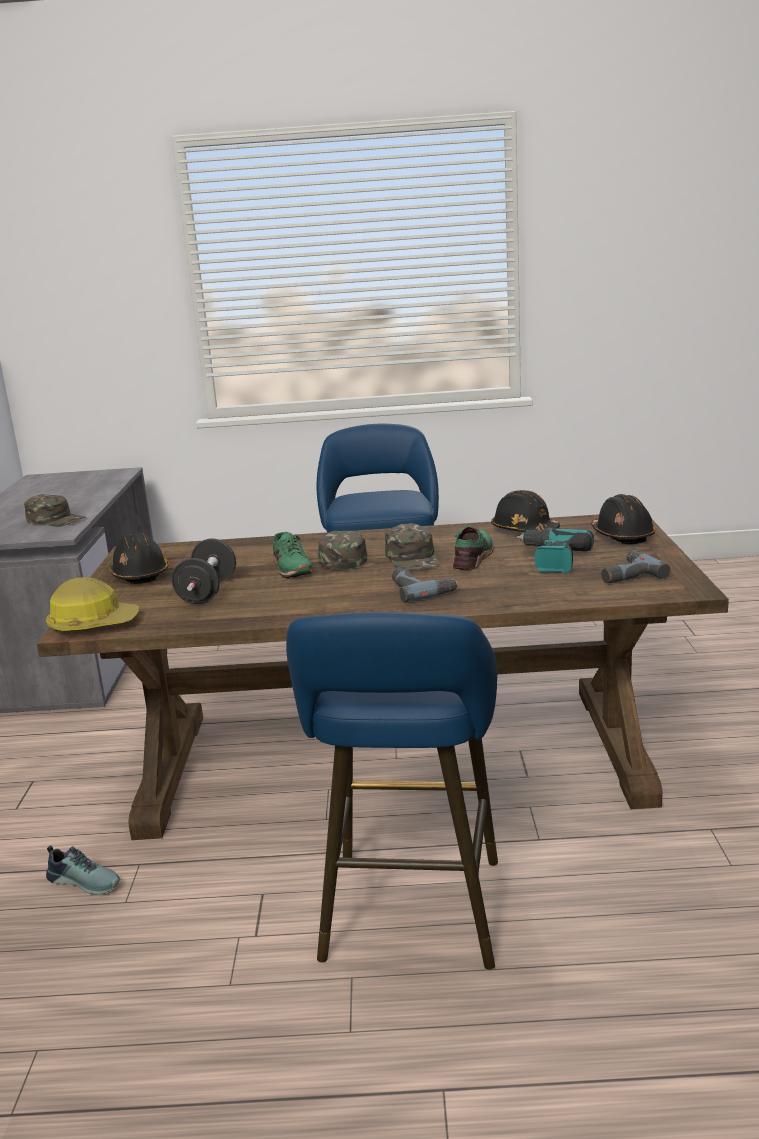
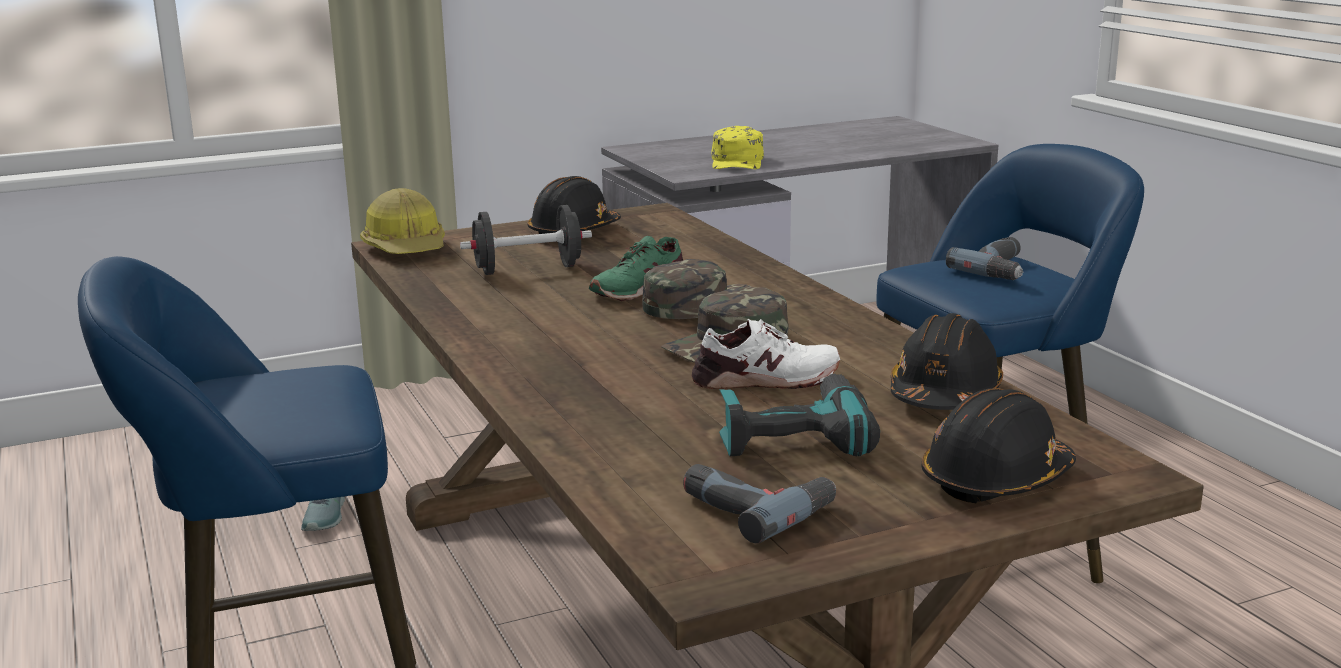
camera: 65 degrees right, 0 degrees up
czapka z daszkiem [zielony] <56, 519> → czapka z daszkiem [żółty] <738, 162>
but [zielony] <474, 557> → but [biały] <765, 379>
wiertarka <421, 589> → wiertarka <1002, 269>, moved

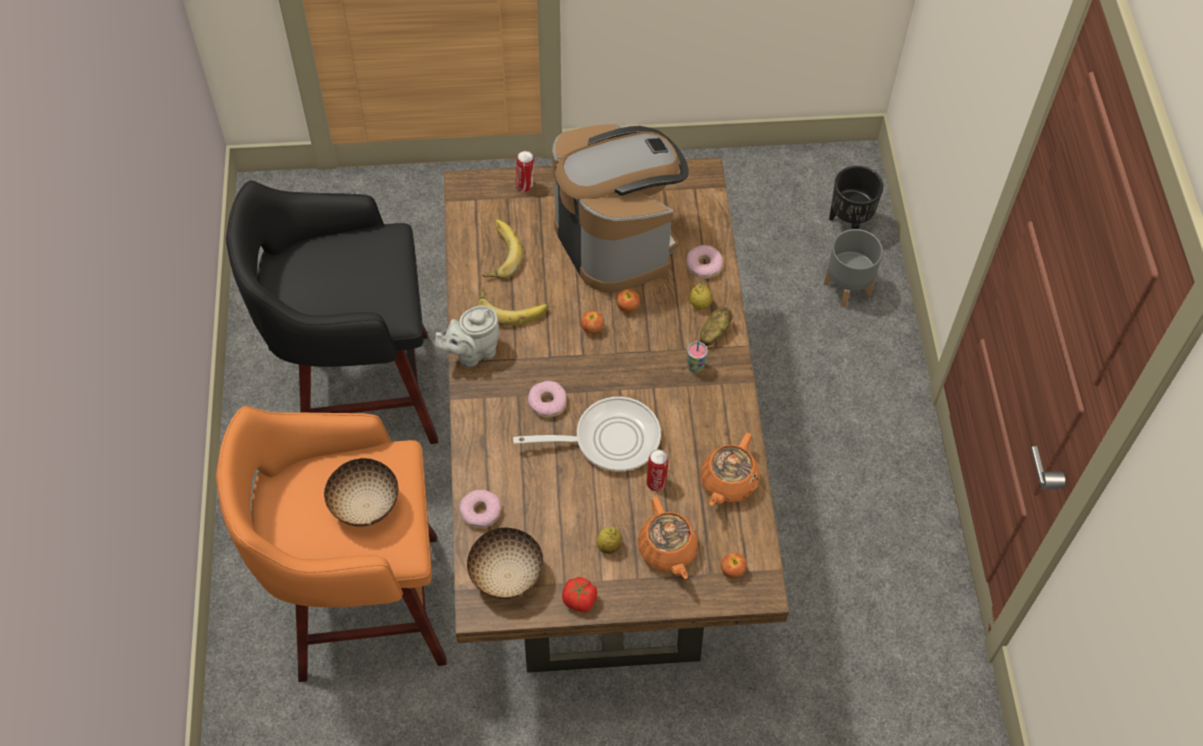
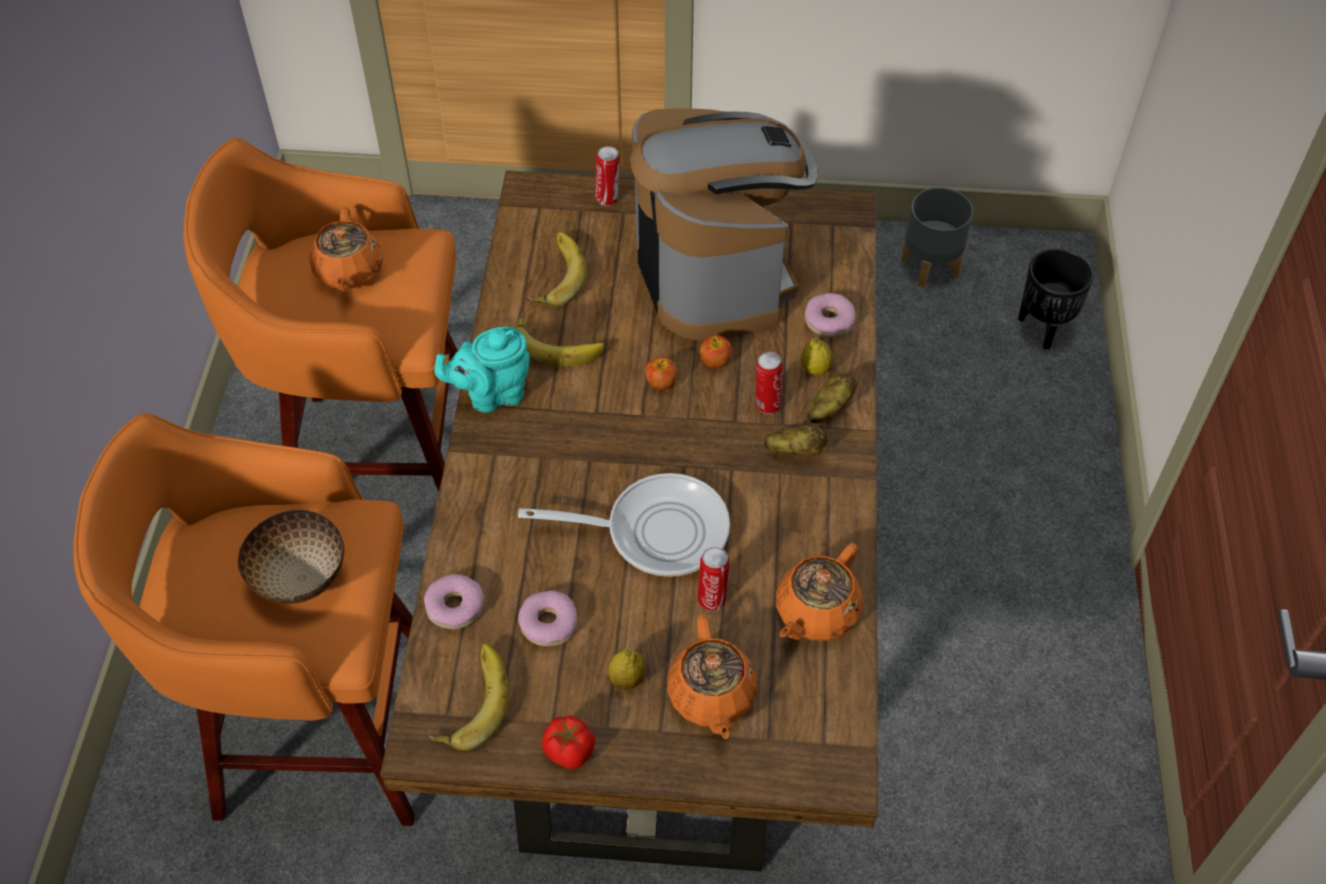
camera: 10 degrees right, 5 degrees down
stołek [czarny] <359, 394> → stołek [pomarańczowy] <377, 461>
donica [szary] <848, 288> → donica [szary] <930, 267>, moved
imbryk [szary] <472, 352> → imbryk [turkusowy] <492, 394>
filiżanka <695, 367> → ziemniak <795, 450>
donut <547, 402> → donut <549, 623>, moved
miska <505, 576> → banan <470, 701>
jabłko <732, 570> → -
- → imbryk [pomarańczowy] <349, 272>
- → puszka <767, 404>

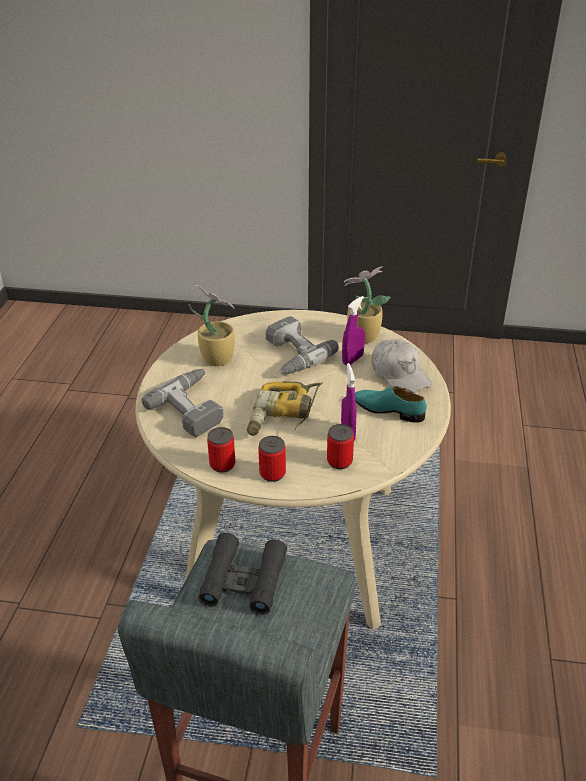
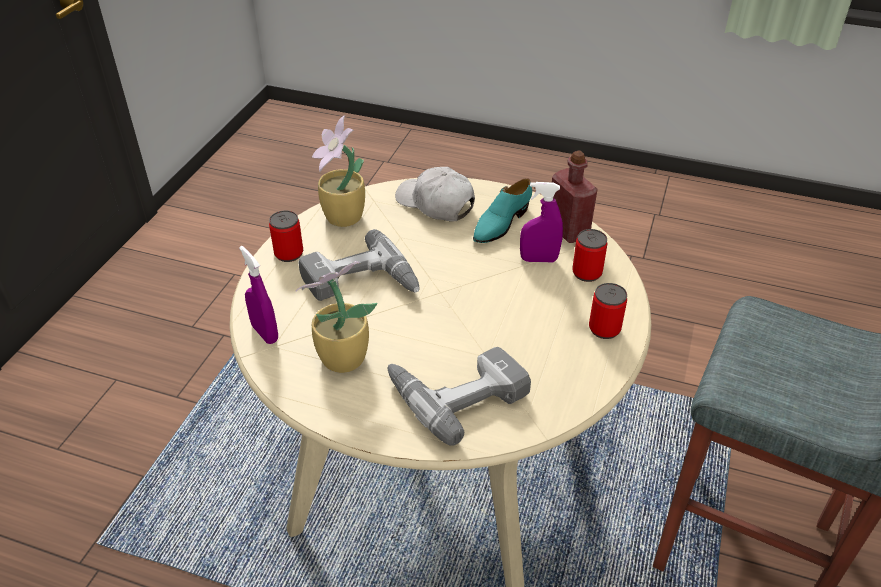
camera: 80 degrees left, 5 degrees up
spryskiwacz [fioletowy] <352, 360> → spryskiwacz [fioletowy] <265, 333>, moved
czapka z daszkiem [biały] <400, 374> → czapka z daszkiem [biały] <435, 203>, 120 degrees counterclockwise
wiertarka <284, 416> → -
puszka <222, 464> → puszka <289, 253>, moved
lornetka [czarny] <243, 580> → -
- → butelka [czerwony] <568, 230>

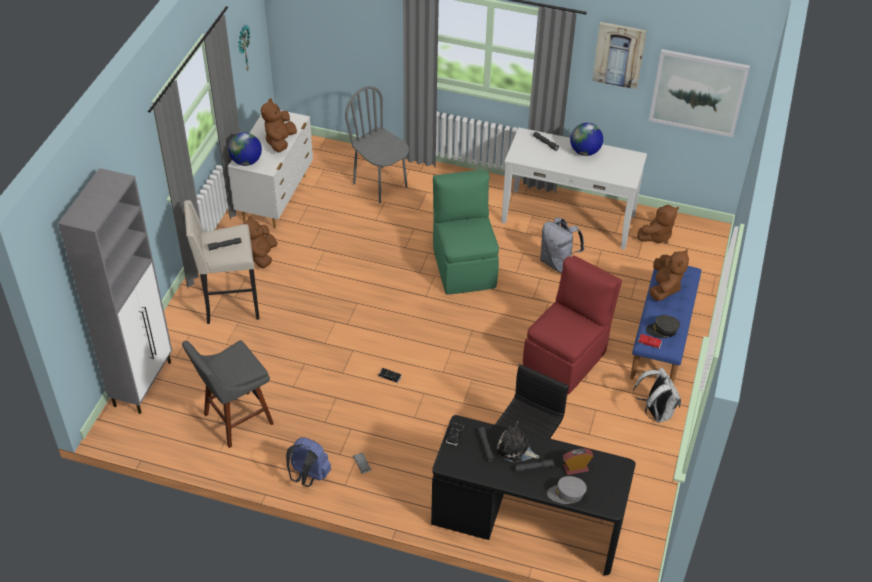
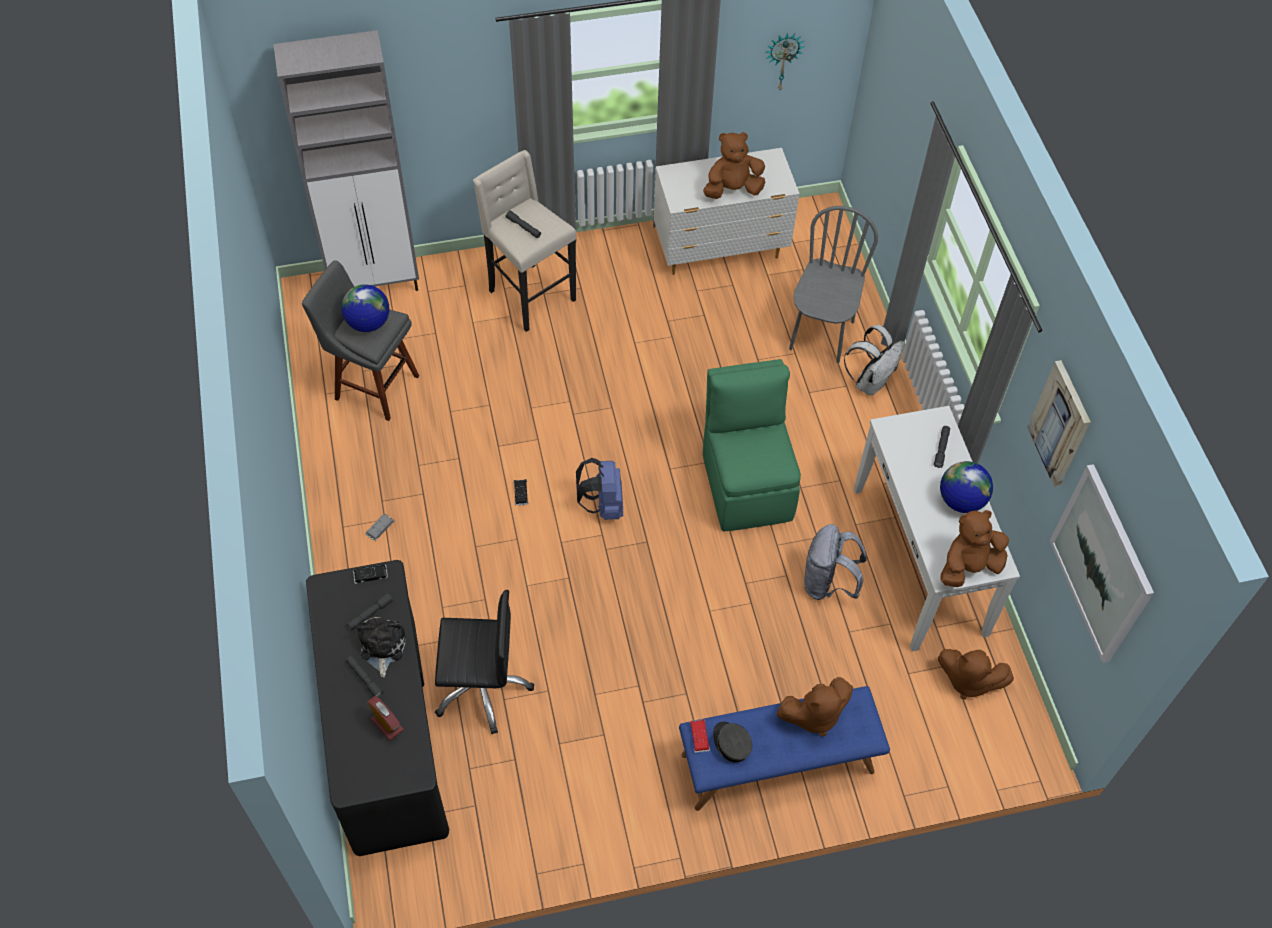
camera: 60 degrees right, 10 degrees up
globus <246, 161> → globus <368, 323>, moved
krzesło [zielony] <464, 266> → krzesło [zielony] <746, 484>, 60 degrees counterclockwise
pluszak [brązowy] <262, 256> → pluszak [brązowy] <968, 567>, moved
krzesło [czerwony] <566, 359> → -
plecak [biały] <655, 412> → plecak [biały] <870, 382>, moved
plecak [niebieski] <308, 476> → plecak [niebieski] <603, 505>, moved
czapka z daszkiem [szary] <566, 494> → -

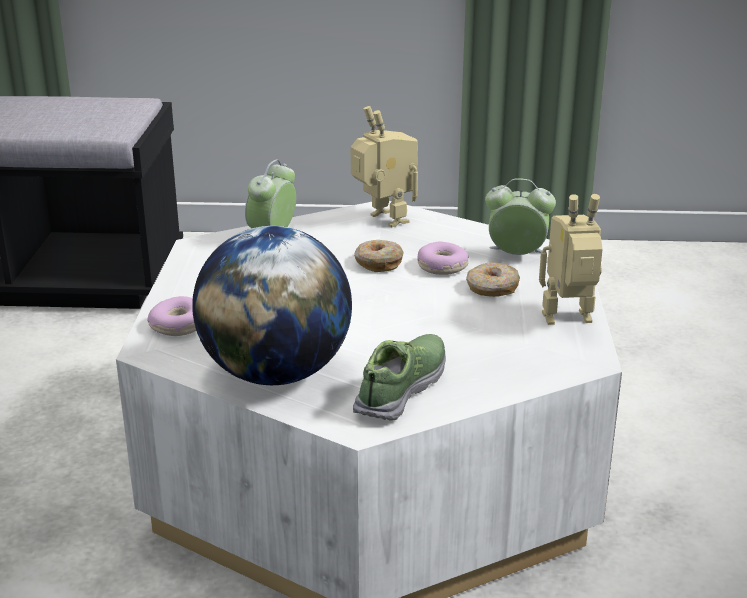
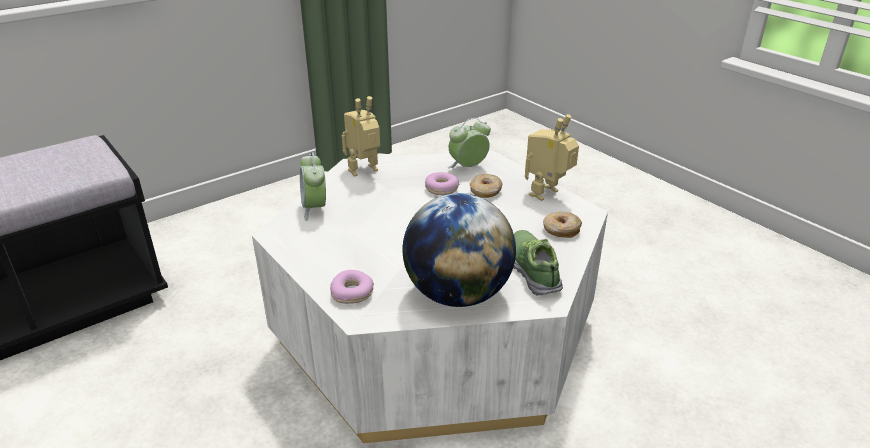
camera: 40 degrees left, 5 degrees up
robot zabawkowy <383, 220> → robot zabawkowy <365, 172>, 45 degrees counterclockwise
donut <378, 263> → donut <561, 230>, moved

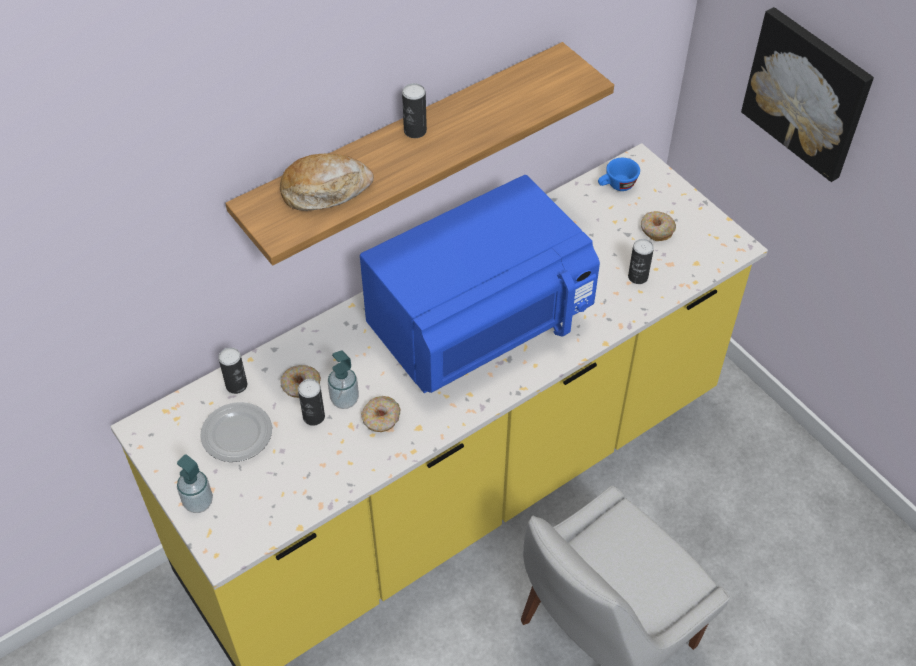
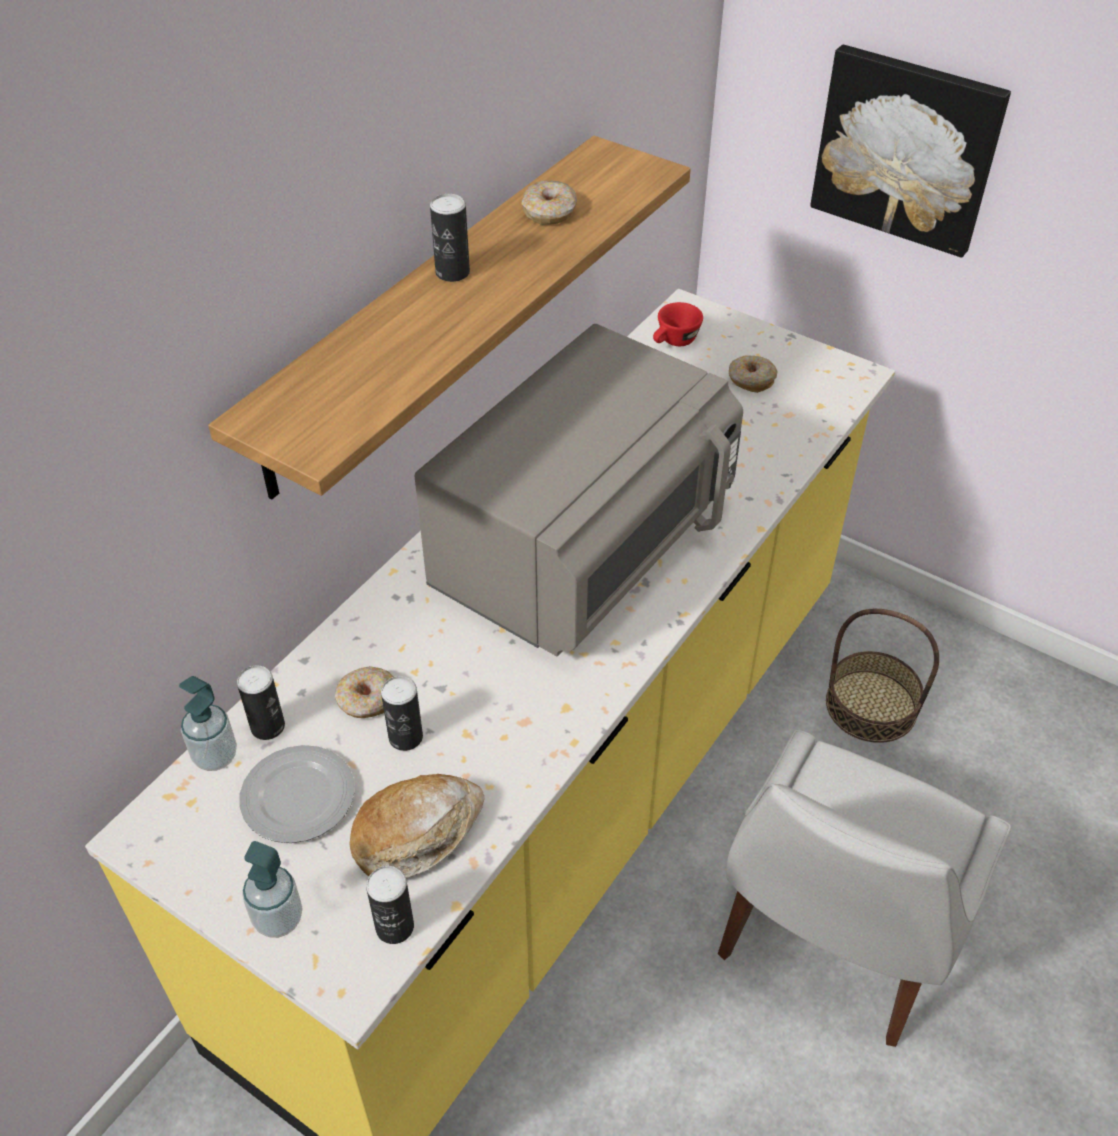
camera: 20 degrees left, 5 degrees down
chleb <325, 190> → chleb <417, 834>, moved
filiżanka [niebieski] <616, 186> → filiżanka [czerwony] <674, 342>
mikrofalówka [niebieski] <480, 326> → mikrofalówka [szary] <585, 550>
puszka <638, 277> → puszka <394, 927>, moved
dozownik mydła <344, 399> → dozownik mydła <215, 756>, moved
donut <381, 419> → donut <549, 212>, moved
- → koszyk <871, 705>

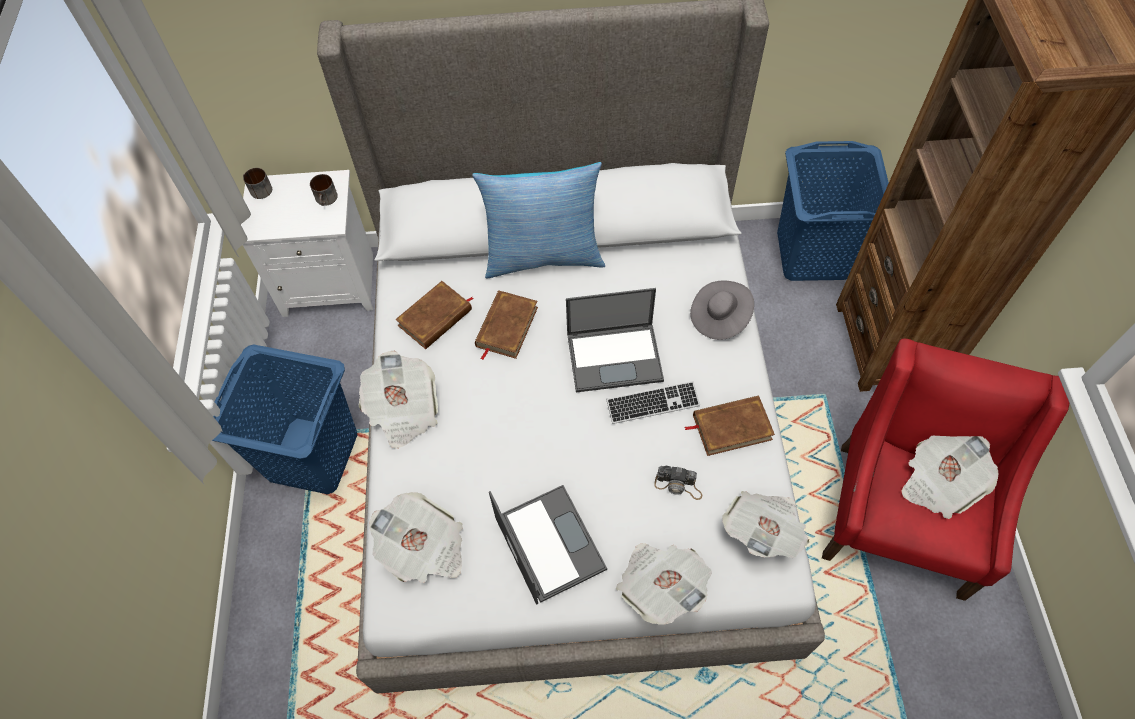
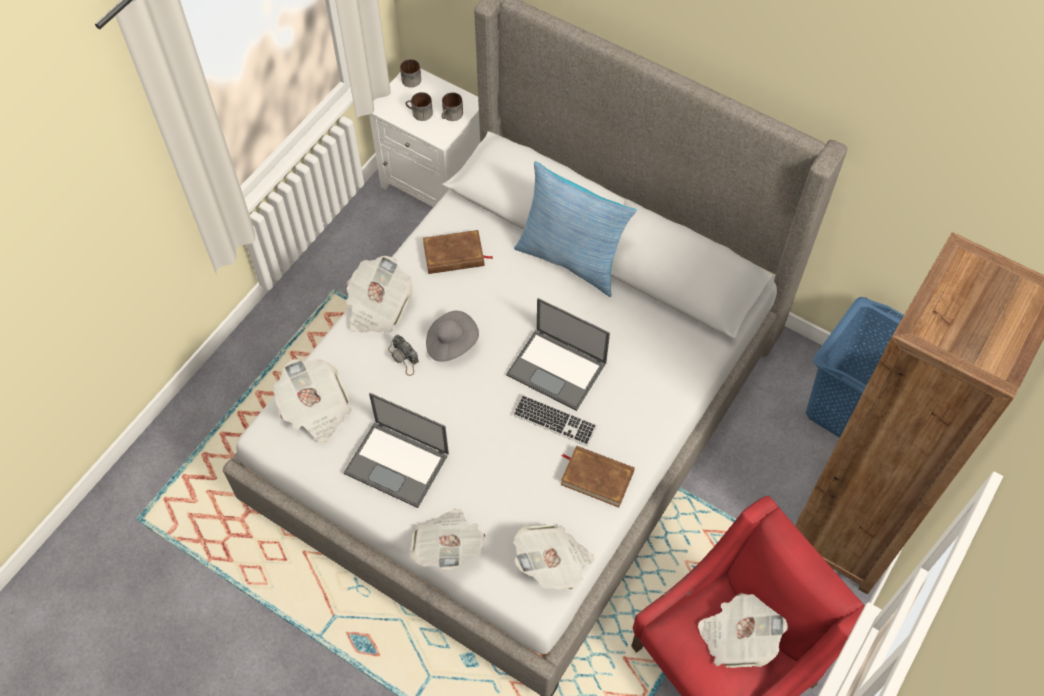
camera: 35 degrees right, 0 degrees up
kapelusz [szary] <719, 317> → kapelusz [szary] <451, 343>, moved
książka [brązowy] <506, 327> → -
kosz na pranie [niebieski] <312, 454> → -
aparat fotograficzny <678, 485> → aparat fotograficzny <404, 358>, moved
laptop <548, 542> → laptop <398, 463>, 105 degrees clockwise
- → kubek <419, 113>

